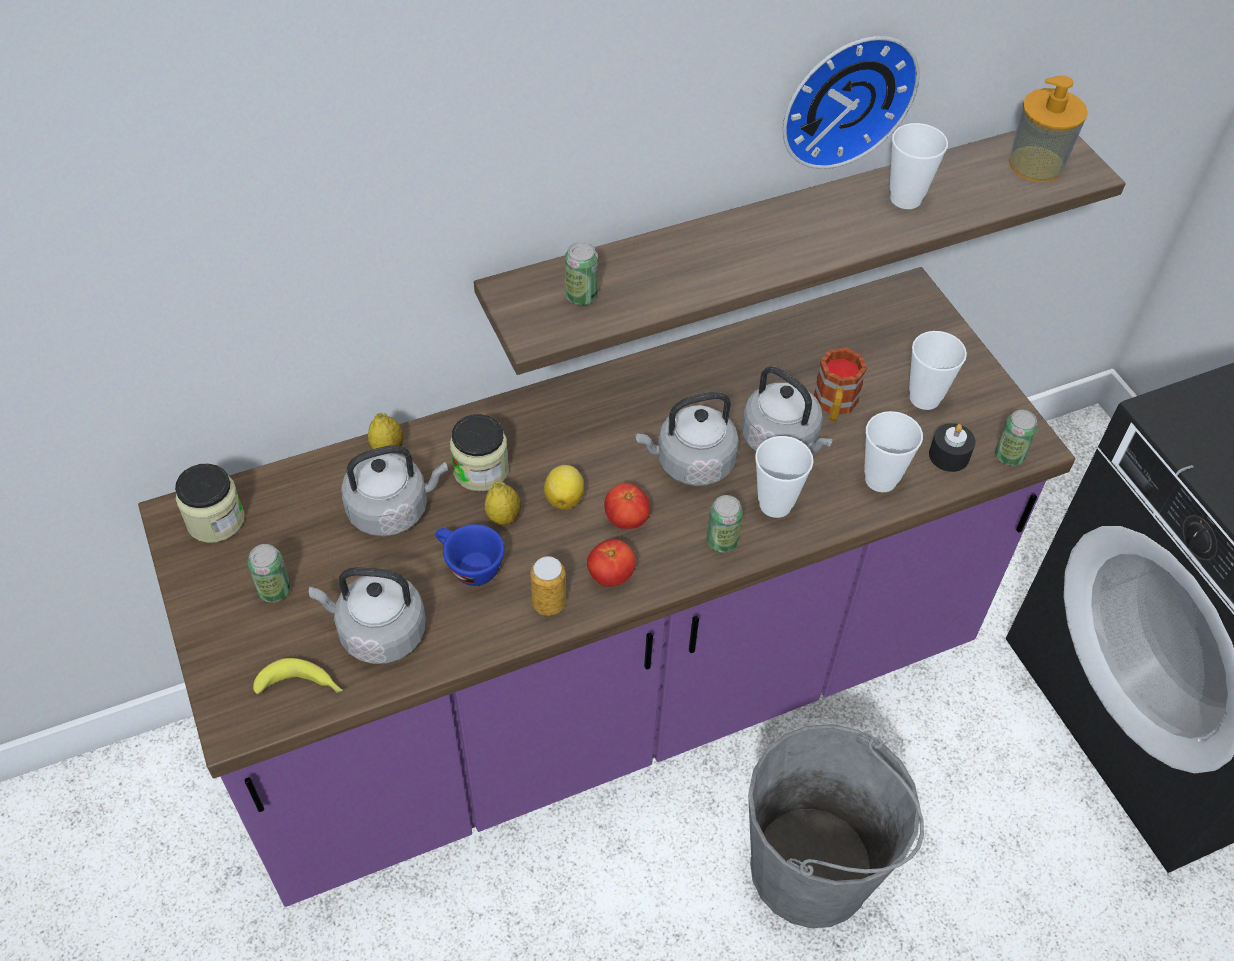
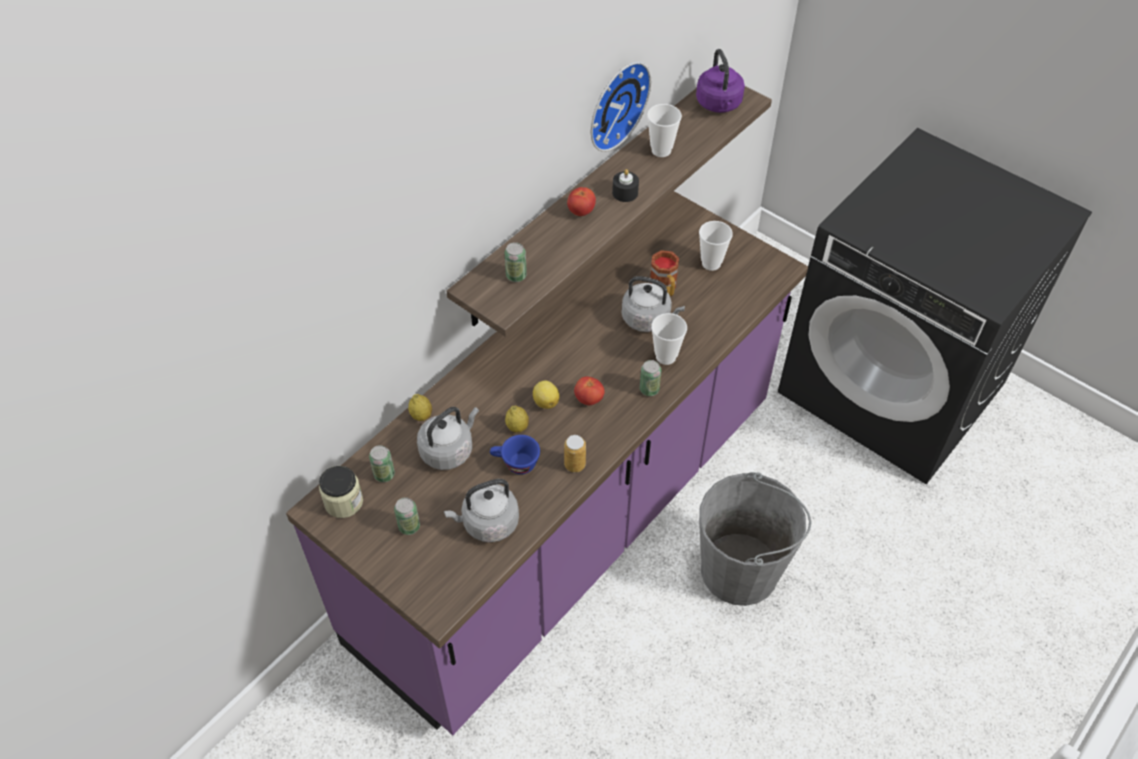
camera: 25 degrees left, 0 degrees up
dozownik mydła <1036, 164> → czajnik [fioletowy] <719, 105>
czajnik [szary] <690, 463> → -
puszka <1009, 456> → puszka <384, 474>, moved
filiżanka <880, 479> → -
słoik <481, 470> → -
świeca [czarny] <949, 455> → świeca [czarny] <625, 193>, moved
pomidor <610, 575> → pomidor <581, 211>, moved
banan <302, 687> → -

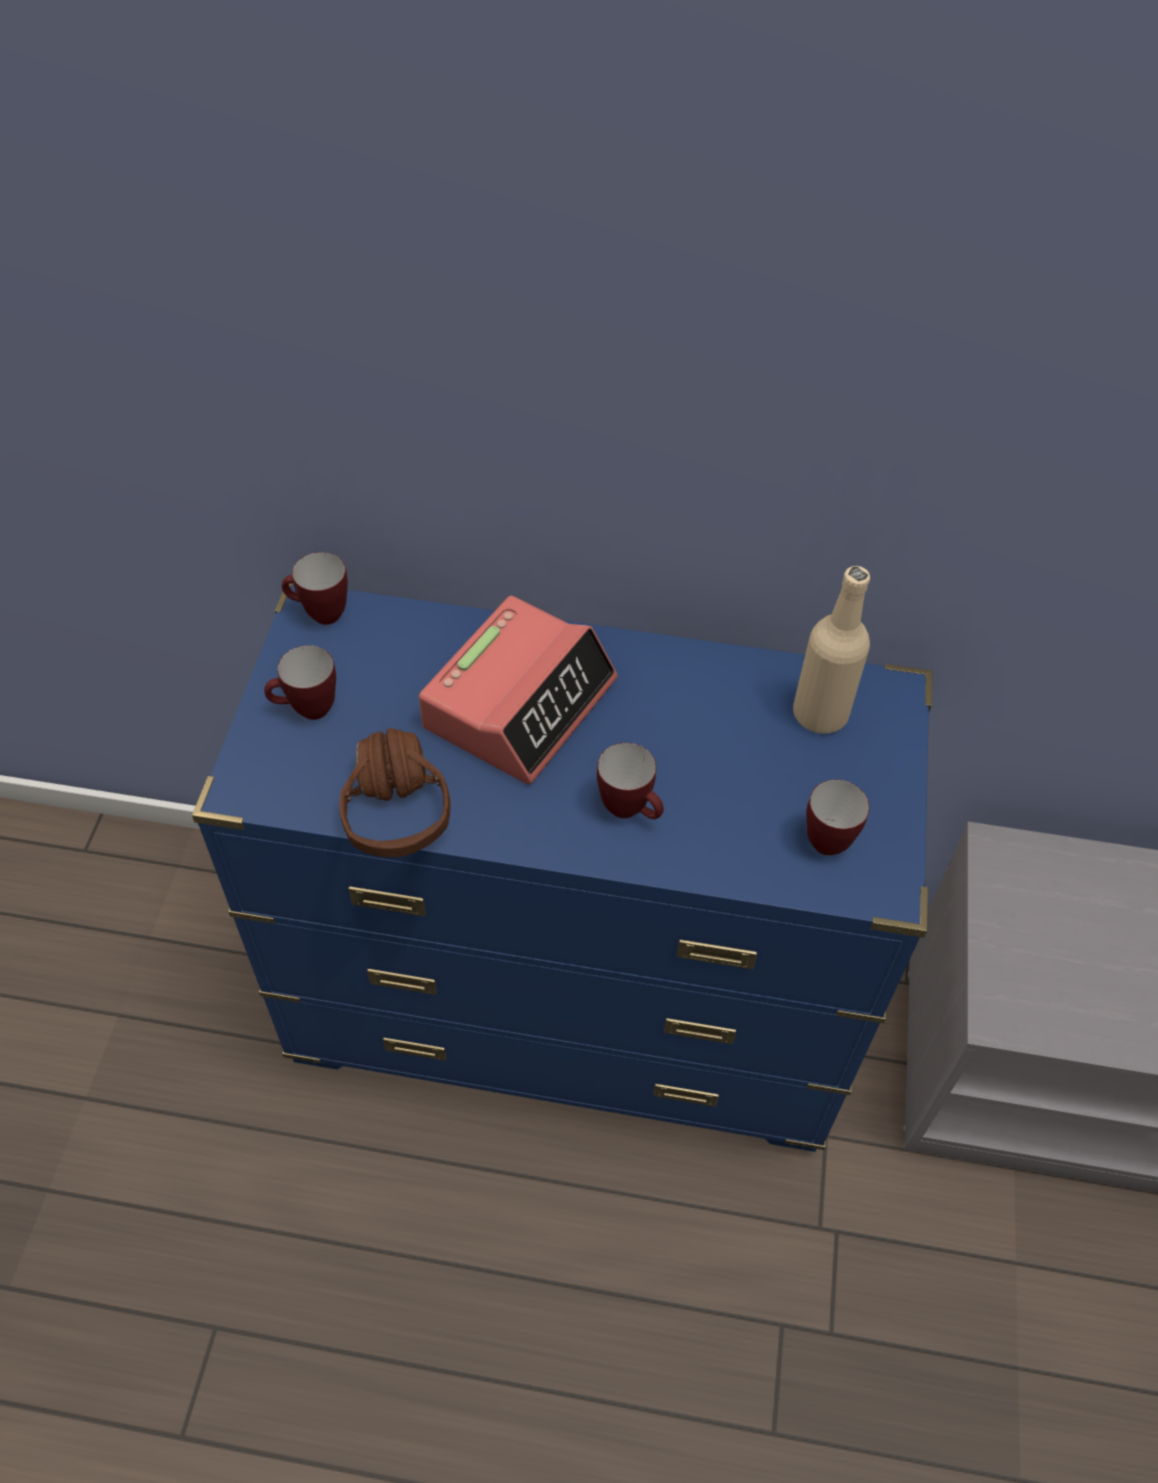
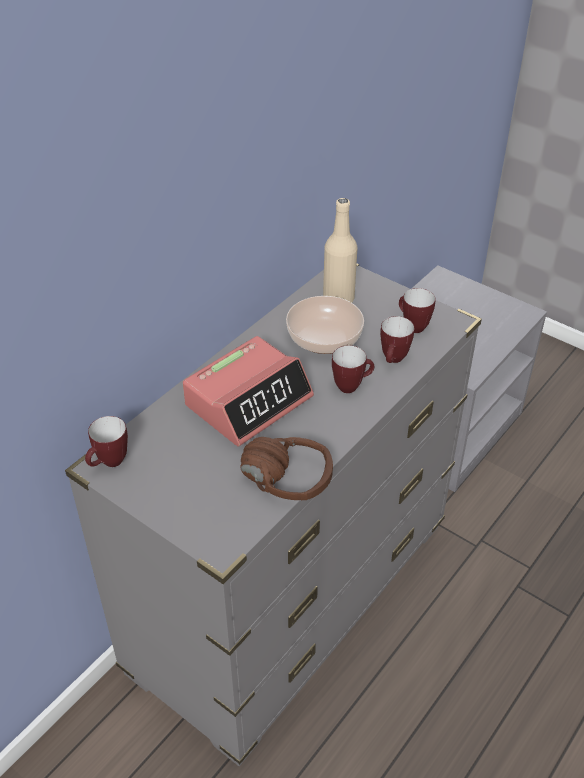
camera: 60 degrees left, 10 degrees down
komoda [niebieski] <571, 1004> → komoda [szary] <292, 596>
budzik <520, 703> → budzik <249, 401>, 75 degrees clockwise
kubek <306, 711> → kubek <393, 361>, moved
- → miska <325, 338>

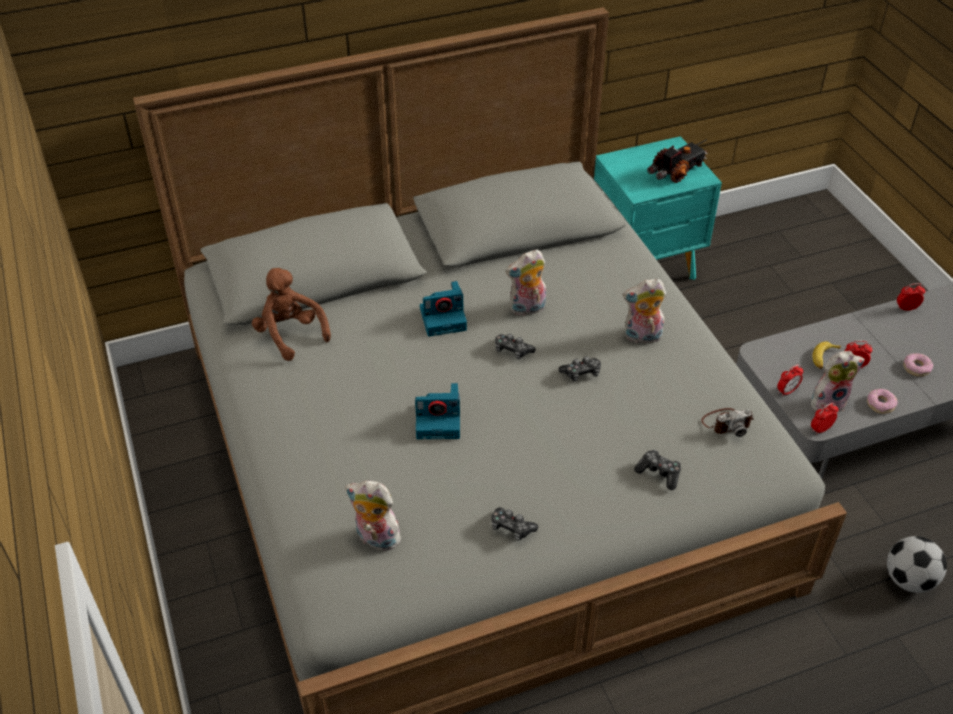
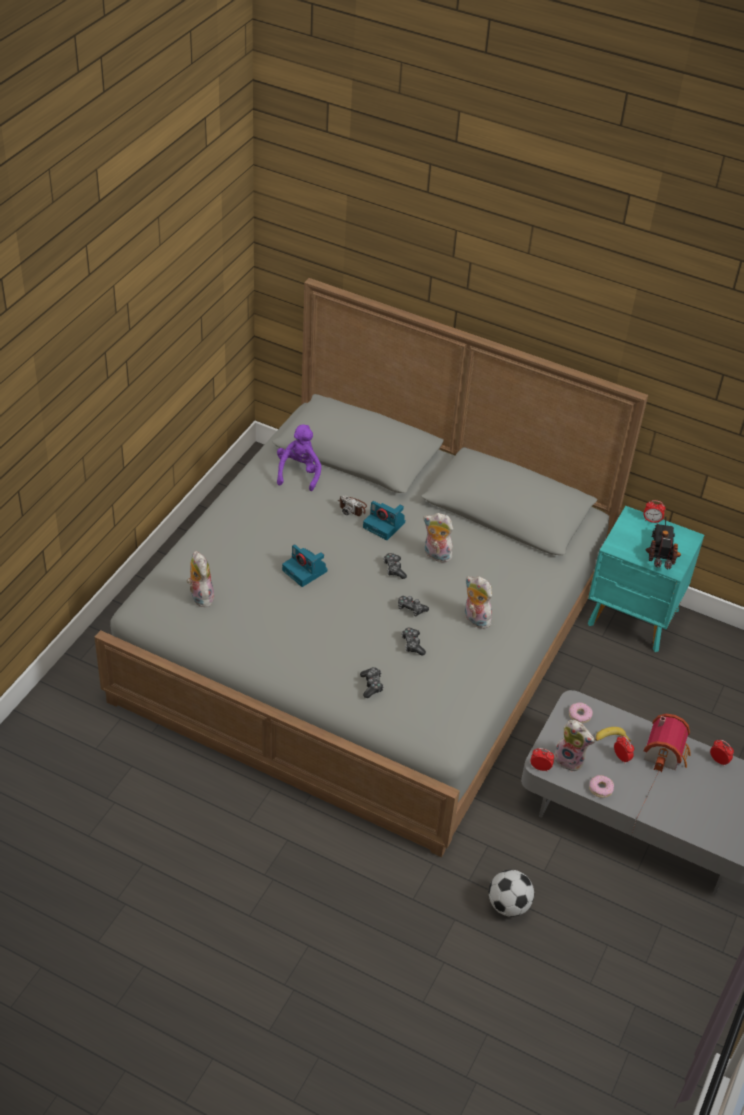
camera: 45 degrees right, 0 degrees up
ciężarówka zabawkowa <677, 171> → ciężarówka zabawkowa <661, 553>, 90 degrees counterclockwise
pluszak [brązowy] <290, 334> → pluszak [fioletowy] <299, 473>
donut <916, 368> → donut <579, 715>, moved
budzik <787, 391> → budzik <652, 520>, moved
aparat fotograficzny <726, 423> → aparat fotograficzny <352, 507>, moved
pad do gier <511, 528> → pad do gier <412, 644>, moved
- → domek <666, 753>

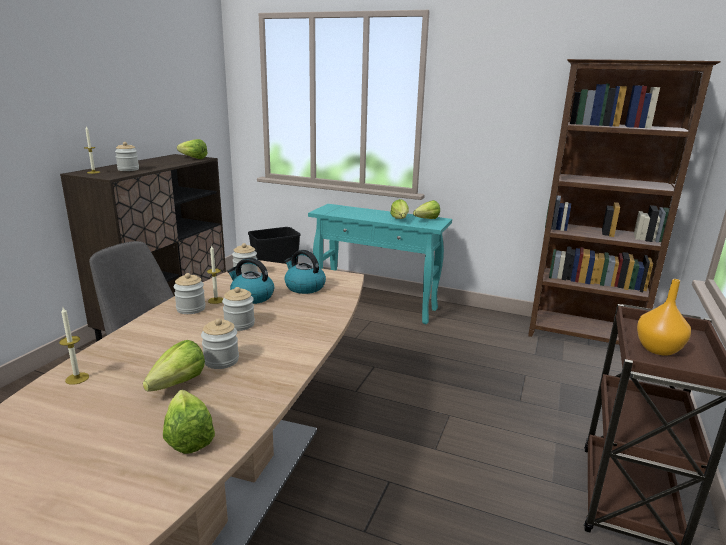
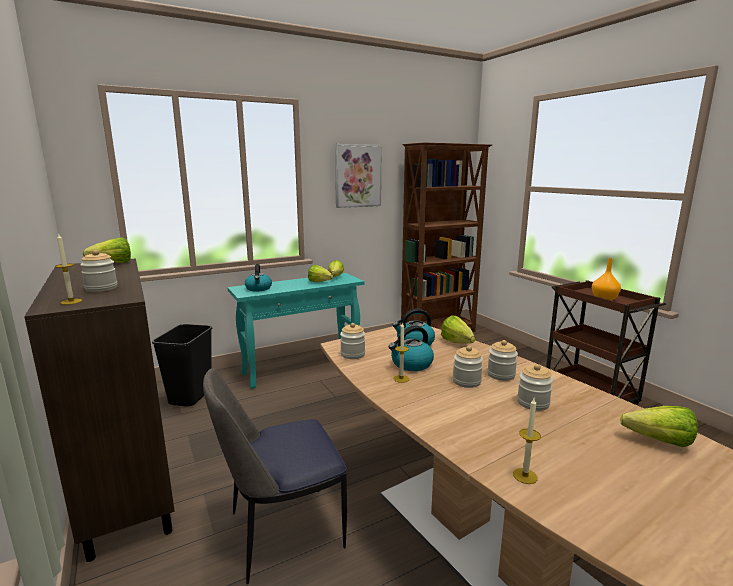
camera: 50 degrees left, 5 degrees down
słoik <191, 309> → słoik <501, 375>, moved
sałata <172, 387> → sałata <458, 344>, moved
- → obraz <357, 176>
- → czajnik <258, 289>

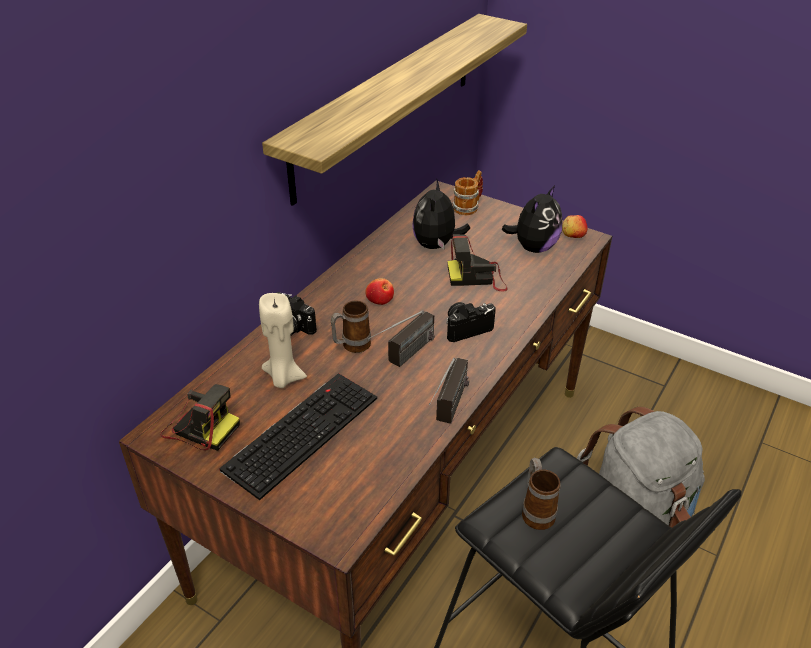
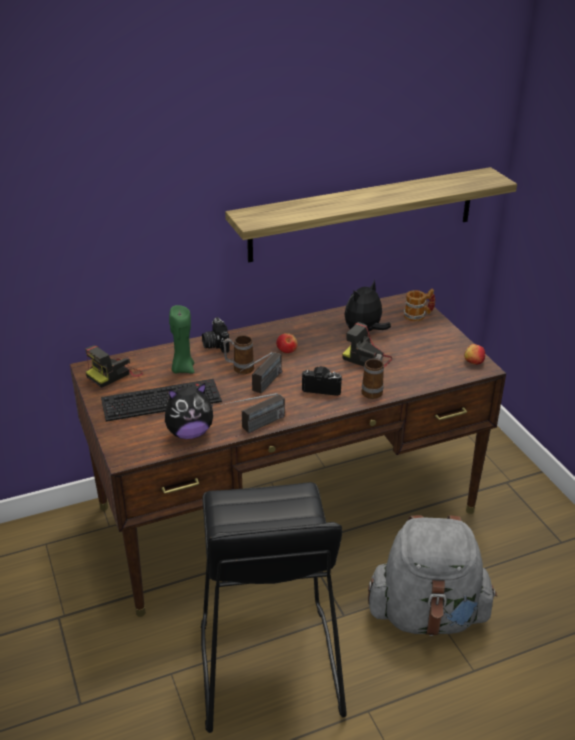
camera: 35 degrees right, 5 degrees down
pluszak <533, 247> → pluszak <189, 433>, moved
świeca [beżowy] <283, 377> → świeca [zielony] <182, 369>
radio <403, 358> → radio <262, 387>, 45 degrees counterclockwise
aparat fotograficzny <200, 426> → aparat fotograficzny <114, 374>, 75 degrees clockwise
kubek <536, 510> → kubek <373, 390>, moved

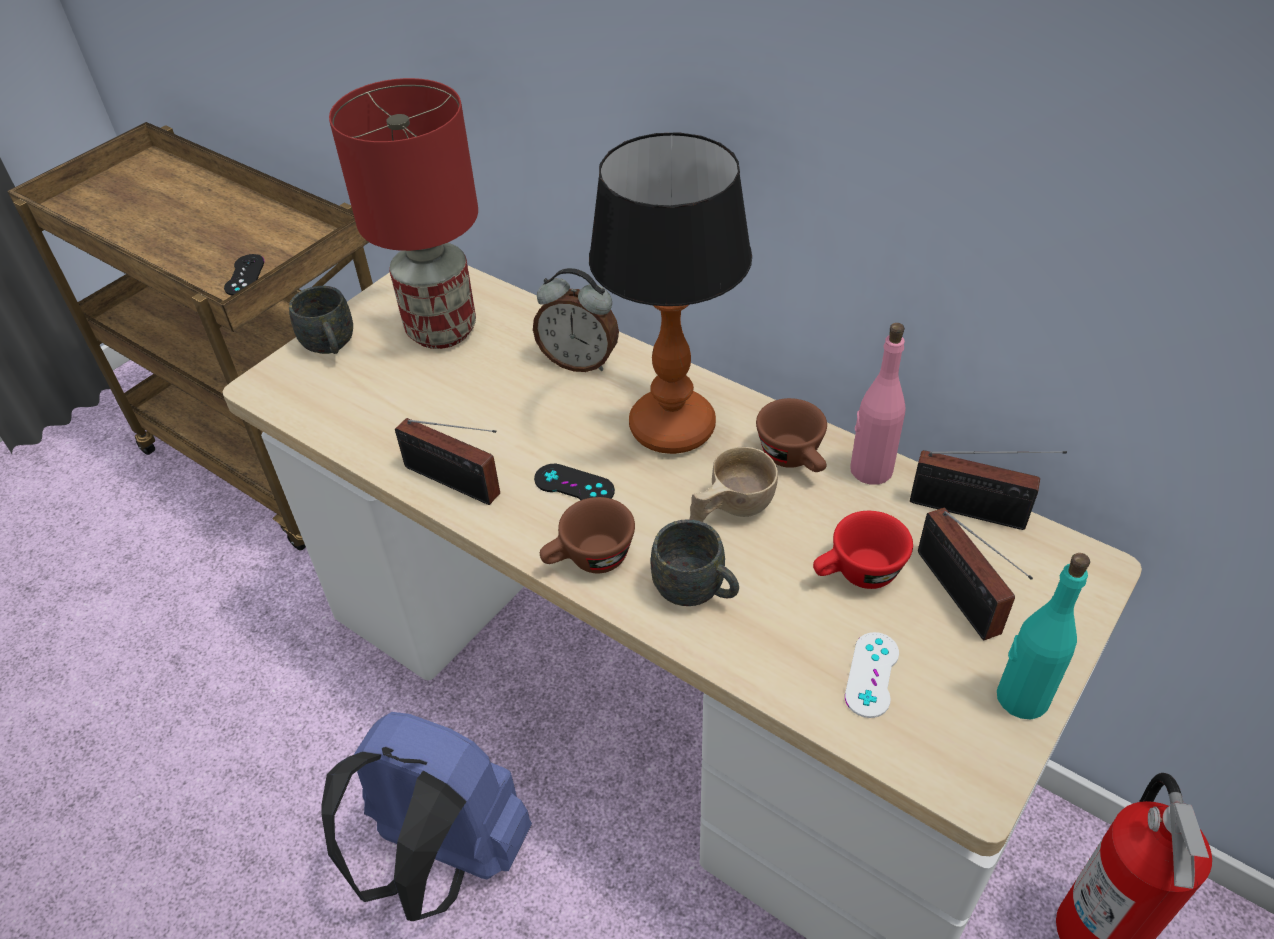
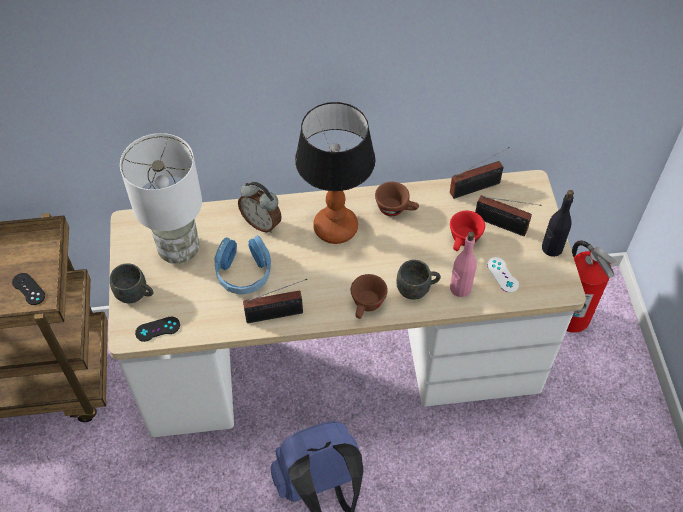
camera: 45 degrees left, 10 degrees up
lampa stołowa [czerwony] <441, 331> → lampa stołowa [biały] <179, 250>
budzik <579, 361> → budzik <262, 223>, 60 degrees clockwise
butelka [różowy] <870, 470> → butelka [różowy] <460, 288>, moved
filiżanka [beżowy] <730, 510> → -
pad do gier [czarny] <574, 485> → pad do gier [czarny] <157, 329>, moved
butelka [turkusowy] <1021, 697> → butelka [czarny] <551, 248>
- → słuchawki [niebieski] <244, 272>

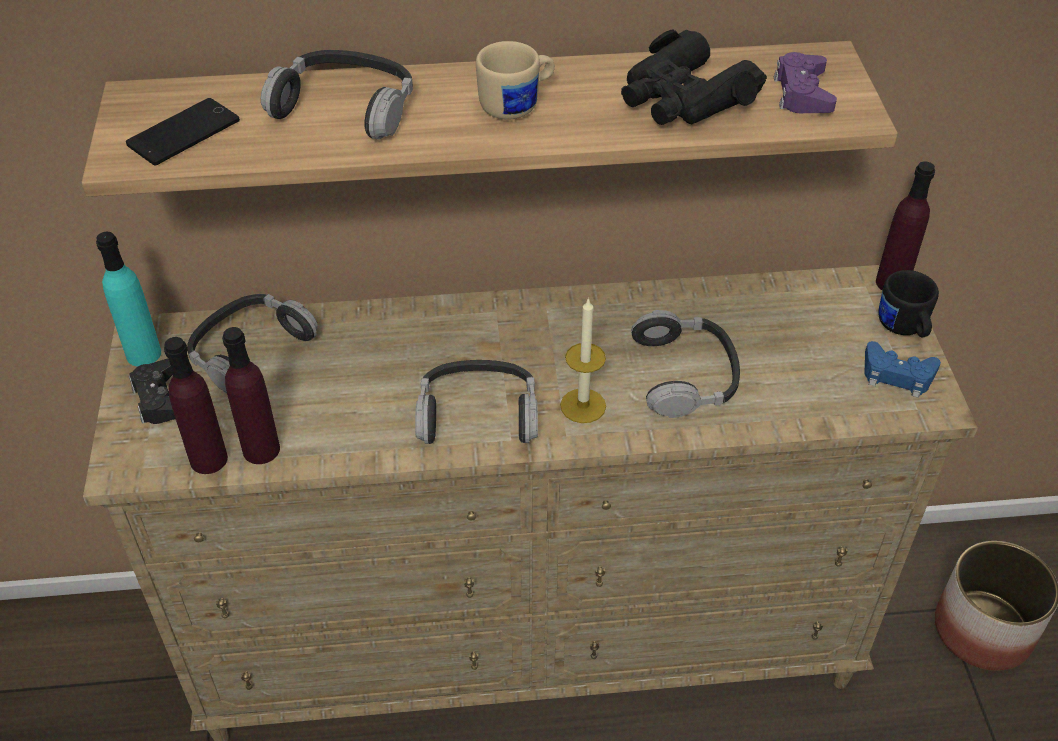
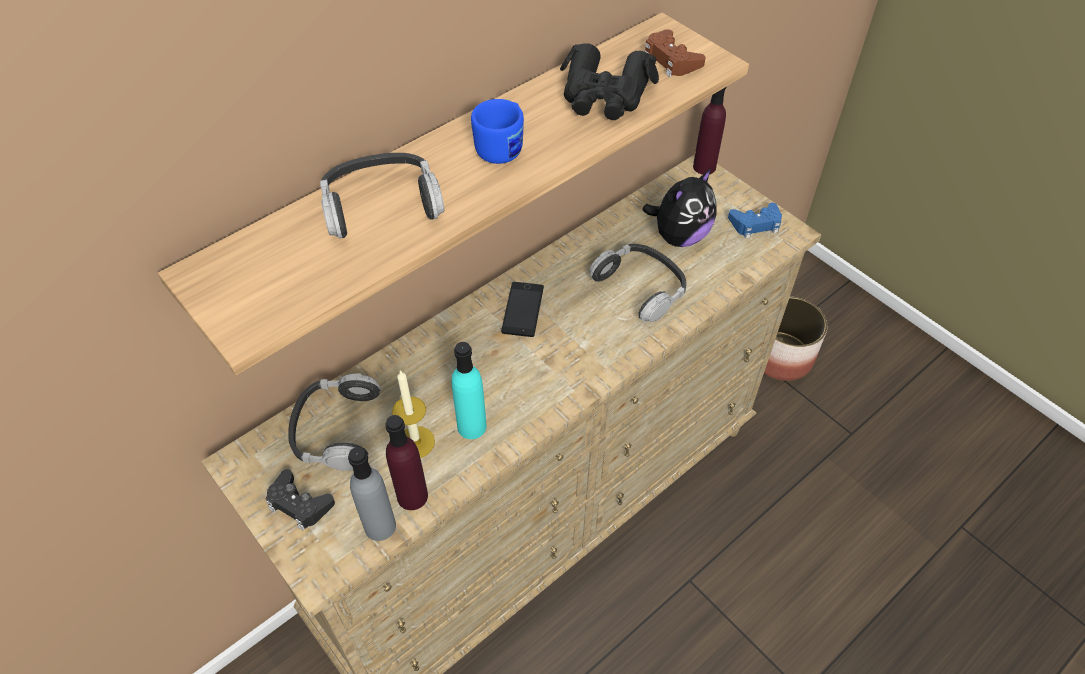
camera: 35 degrees left, 5 degrees up
kubek [beżowy] <517, 105> → kubek [niebieski] <503, 147>
pad do gier [fioletowy] <802, 93> → pad do gier [brązowy] <671, 60>
telefon <183, 133> → telefon <522, 309>, moved
butelka [turkusowy] <144, 354> → butelka [turkusowy] <472, 426>, moved
kubek [czarny] <904, 328> → -
świeca <583, 405> → świeca <416, 442>, moved
butelka [fioletowy] <208, 459> → butelka [szary] <380, 526>
słuchawki <478, 413> → -
- → pluszak <679, 236>

